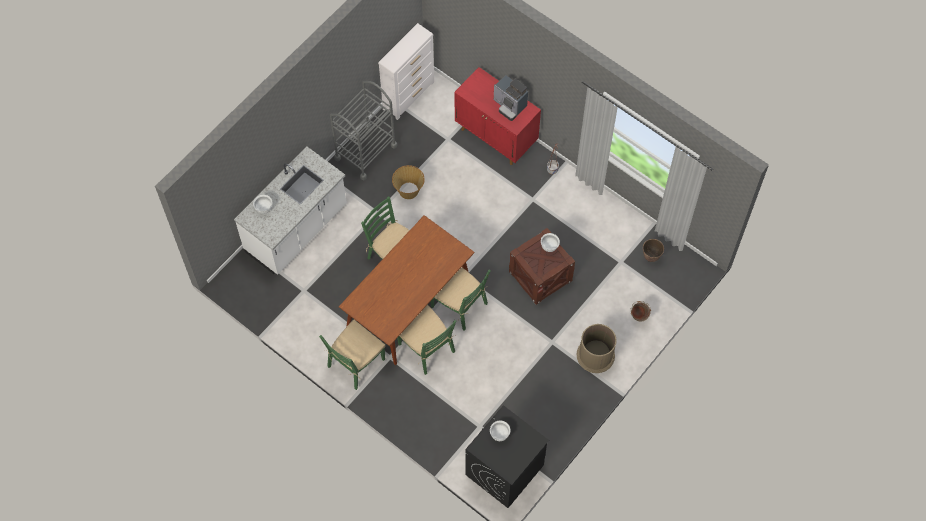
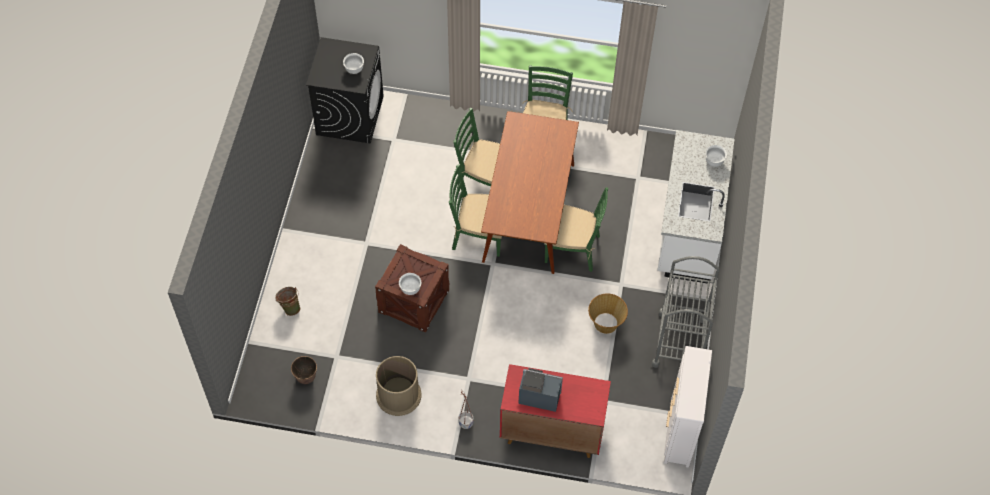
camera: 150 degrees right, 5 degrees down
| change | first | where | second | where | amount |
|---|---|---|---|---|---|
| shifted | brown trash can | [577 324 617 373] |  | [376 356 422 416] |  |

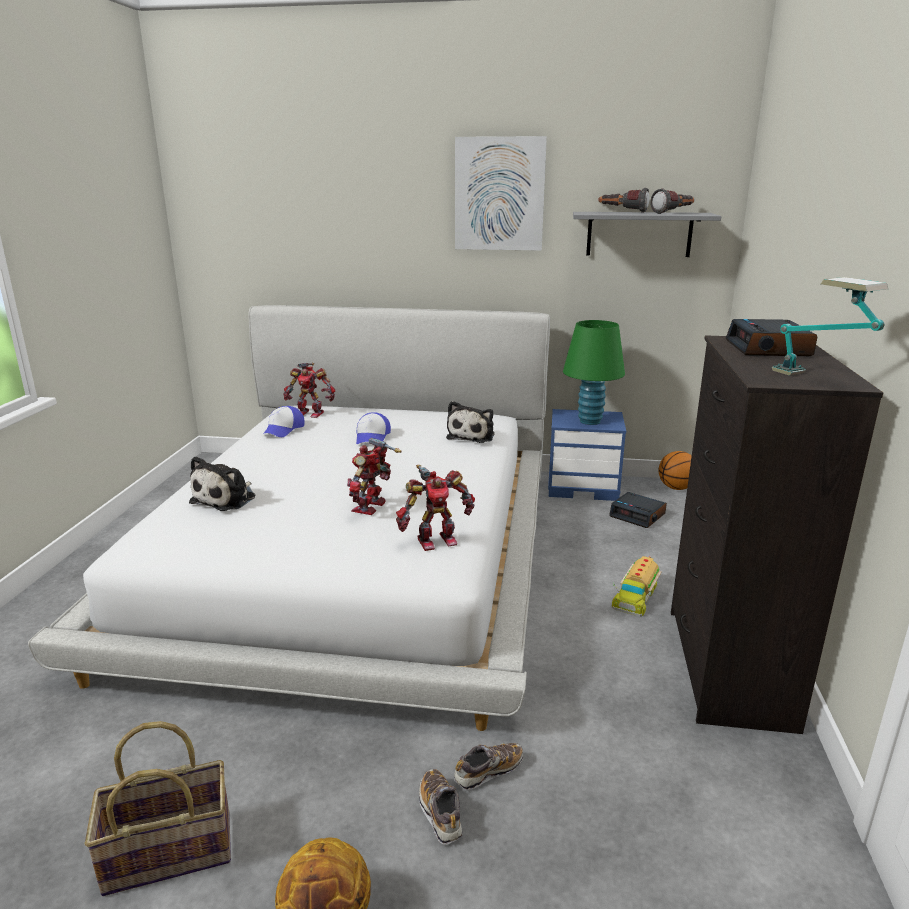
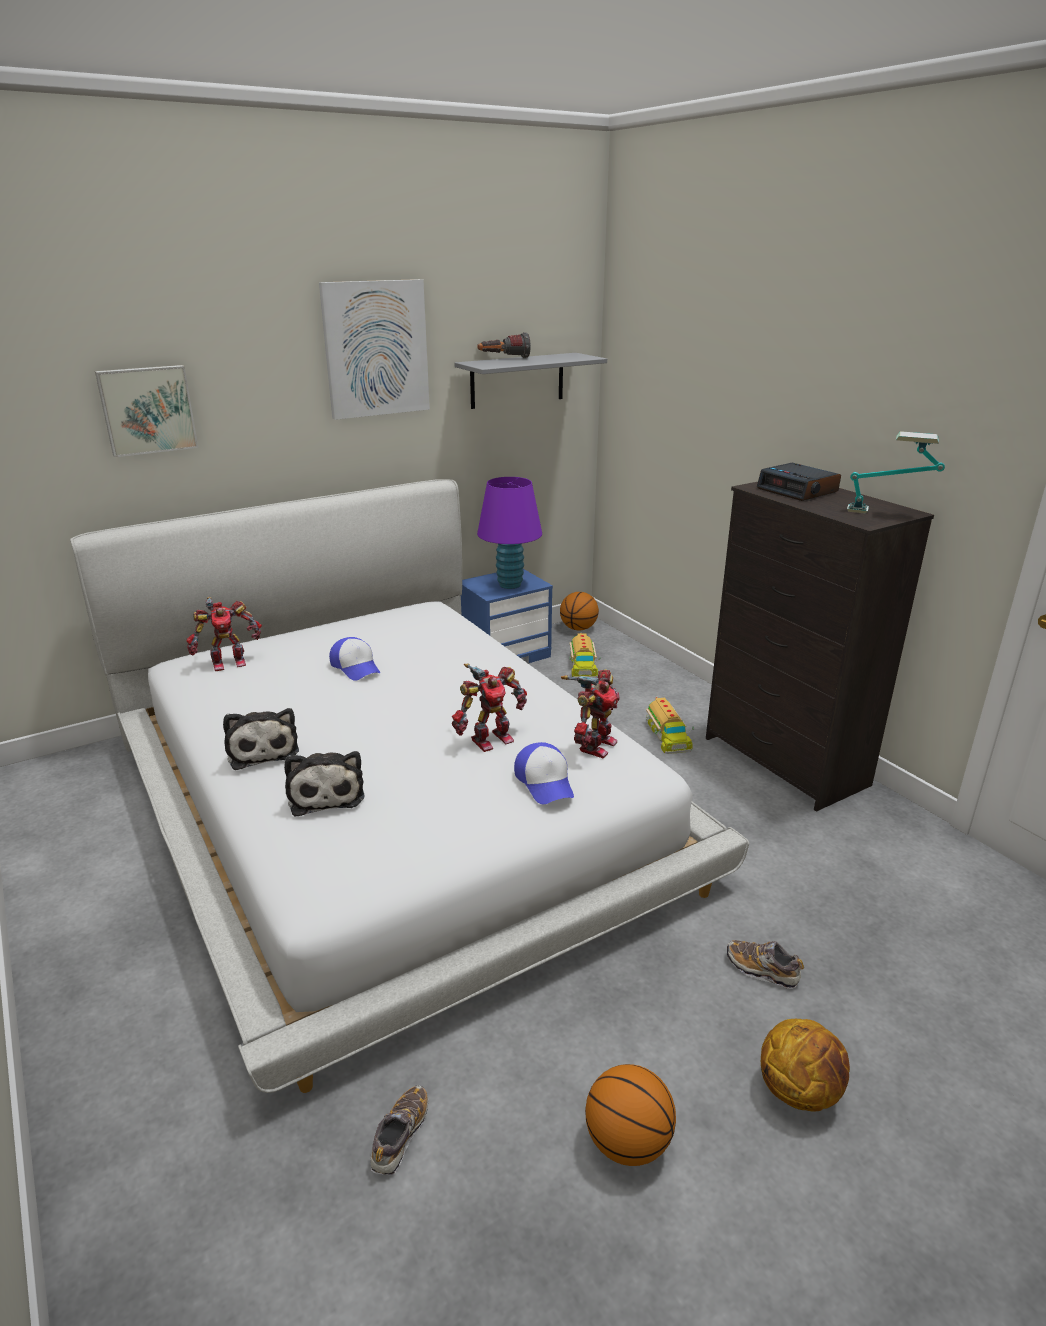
camera: 40 degrees left, 5 degrees up
| change | first | where | second | where | amount |
|---|---|---|---|---|---|
| gone | flashlight | [650 188 694 214] |  |  |  |
| new |  |  | picture | [95 365 198 457] |  |
| shifted | cap | [263 406 305 437] |  | [514 742 574 804] |  |
| shifted | plush toy | [446 401 495 443] |  | [223 708 299 770] |  |
| shifted | shoe | [454 743 523 790] |  | [371 1085 429 1175] |  |
| swapped | basket | [85 721 231 896] | basketball | [585 1064 676 1166] |  |
| swapped | alarm clock | [609 492 667 528] | toy truck | [569 633 601 678] |  |
| repainted | green table lamp | [563 320 625 425] | purple table lamp | [477 477 542 589] |  |
| rotated | toy robot | [347 438 402 515] |  | [452 664 527 752] | 105 degrees counterclockwise |

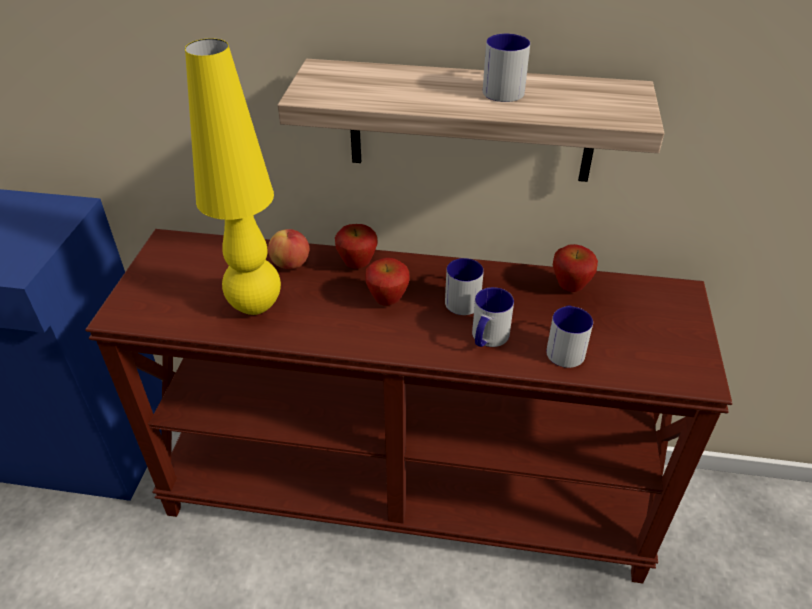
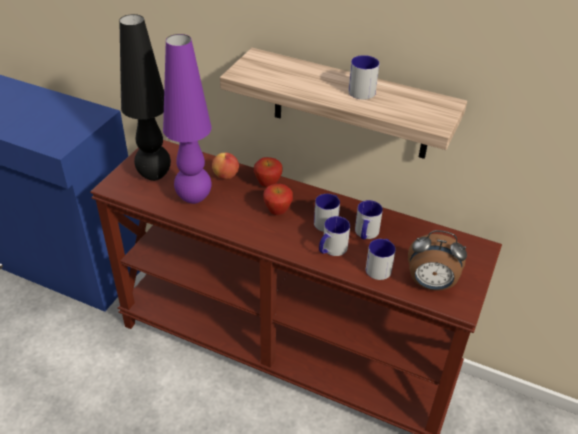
camera: 15 degrees right, 0 degrees up
| change | first | where | second | where | amount |
|---|---|---|---|---|---|
| gone | apple | [553 244 598 292] |  |  |  |
| new |  |  | black table lamp | [119 14 171 181] |  |
| new |  |  | mug | [355 200 383 239] |  |
| new |  |  | alarm clock | [408 230 467 291] |  |
| repainted | yellow table lamp | [185 38 281 315] | purple table lamp | [163 34 212 204] |  |

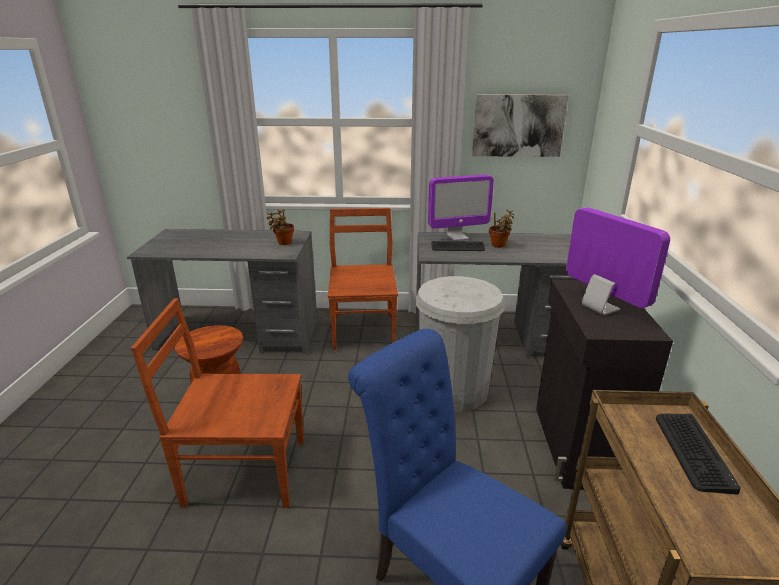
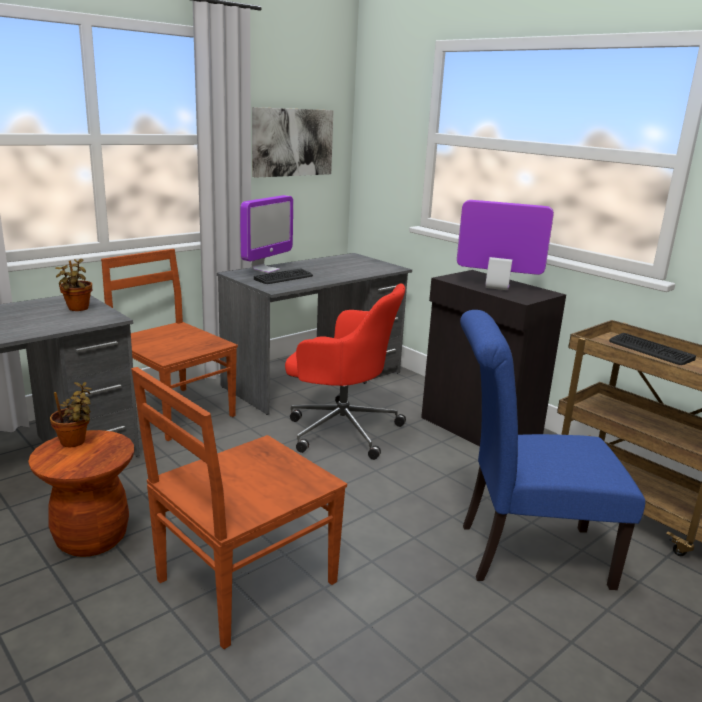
camera: 45 degrees left, 5 degrees down
| change | first | where | second | where | amount |
|---|---|---|---|---|---|
| shifted | potted plant | [489 210 514 248] |  | [50 382 92 447] |  |
| swapped | white trash can | [415 276 505 411] | red office chair | [285 283 406 460] |  |

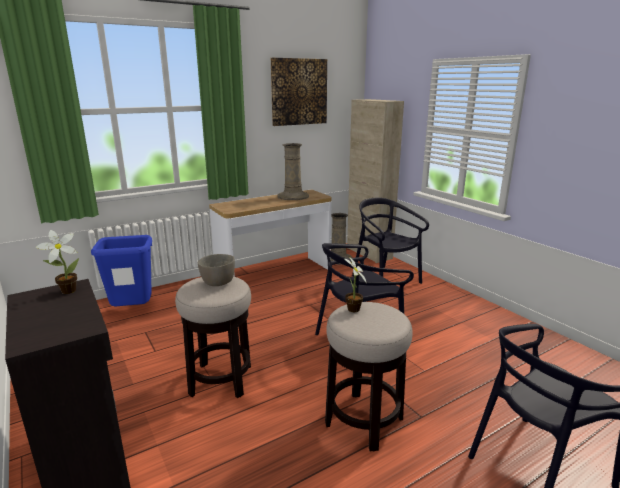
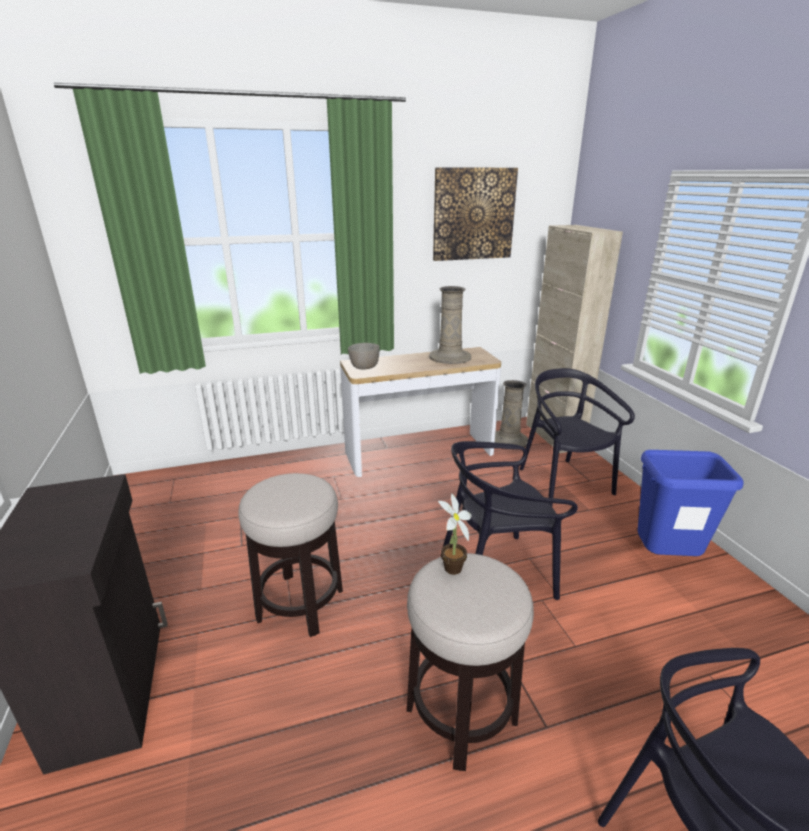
camera: 15 degrees right, 5 degrees up
| change | first | where | second | where | amount |
|---|---|---|---|---|---|
| gone | potted plant | [36 230 79 294] |  |  |  |
| shifted | blue trash can | [91 235 152 306] |  | [638 450 744 556] |  |
| shifted | grey bowl | [198 254 235 286] |  | [348 343 379 369] |  |

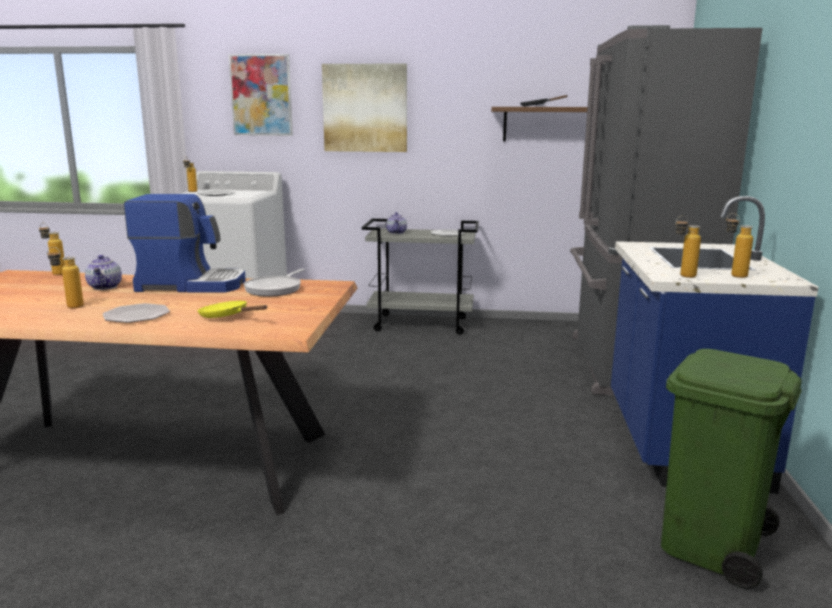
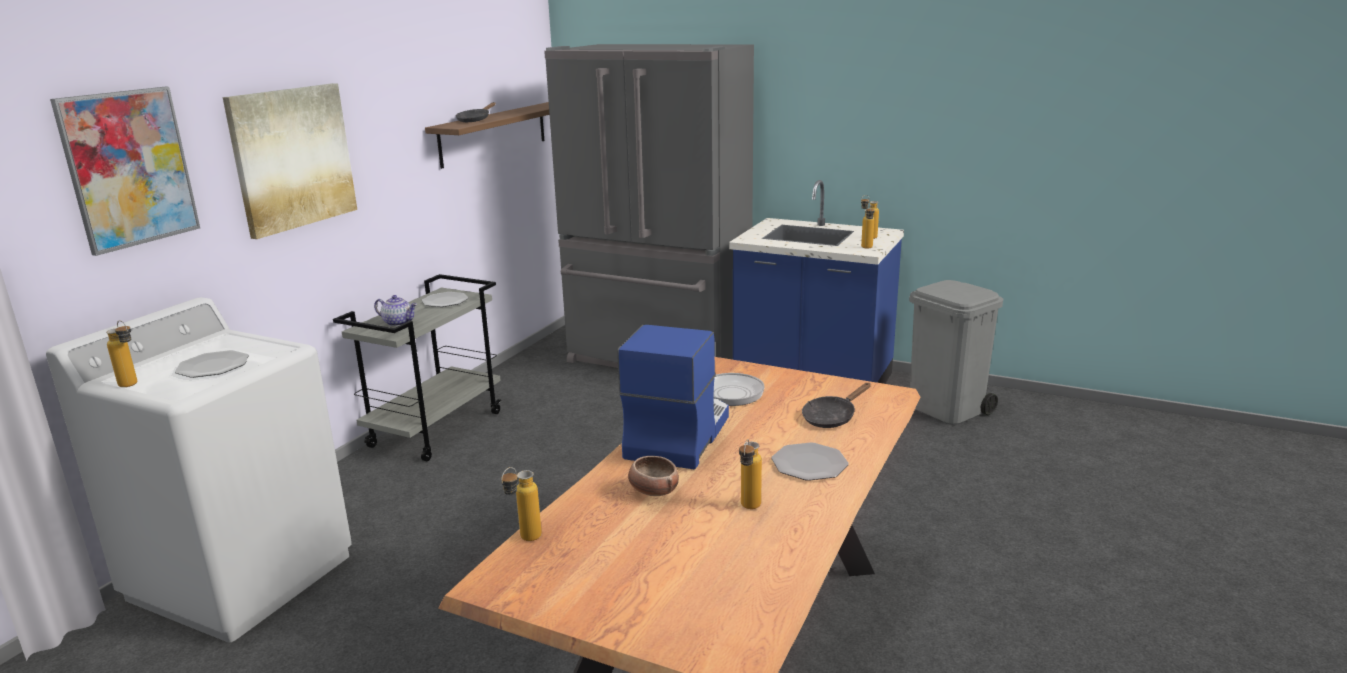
camera: 70 degrees left, 5 degrees up
| change | first | where | second | where | amount |
|---|---|---|---|---|---|
| swapped | teapot | [85 255 122 290] | bowl | [628 456 679 496] |  |
| repainted | yellow frying pan | [197 300 267 318] | black frying pan | [802 383 871 428] |  |
| repainted | green trash can | [661 349 802 589] | grey trash can | [909 280 1003 424] |  |

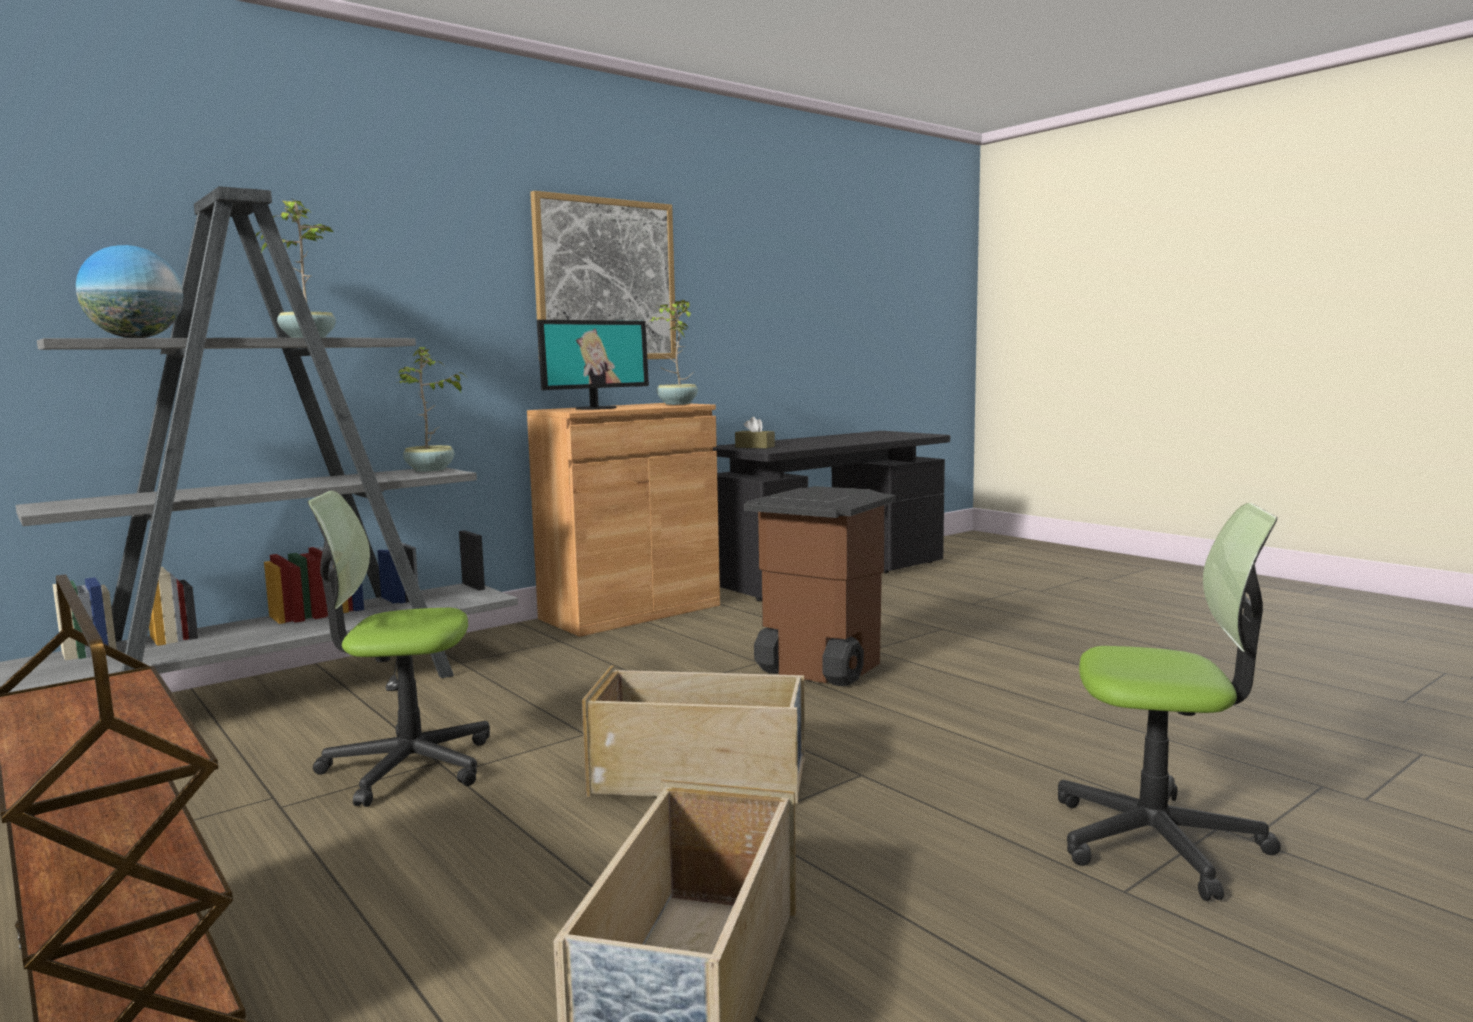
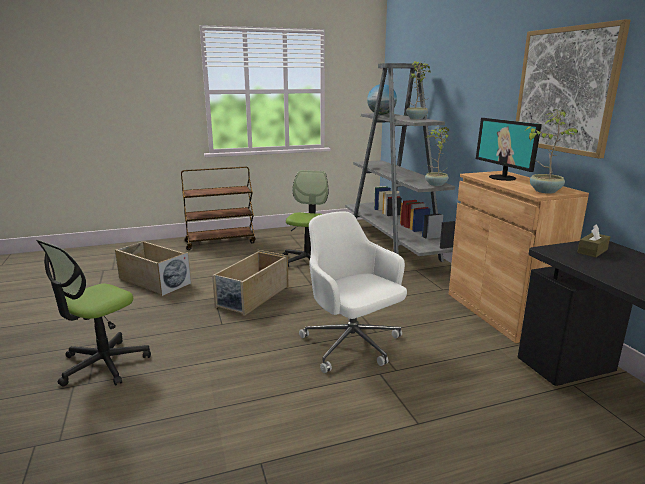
camera: 110 degrees right, 10 degrees up
| change | first | where | second | where | amount |
|---|---|---|---|---|---|
| swapped | brown trash can | [745 486 896 686] | white office chair | [299 212 407 373] |  |

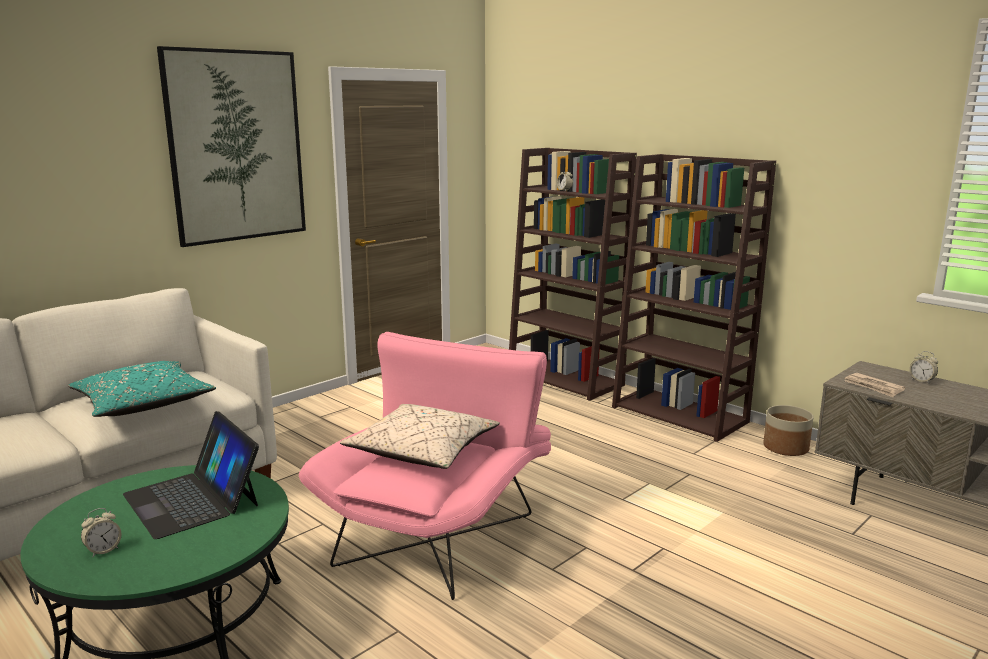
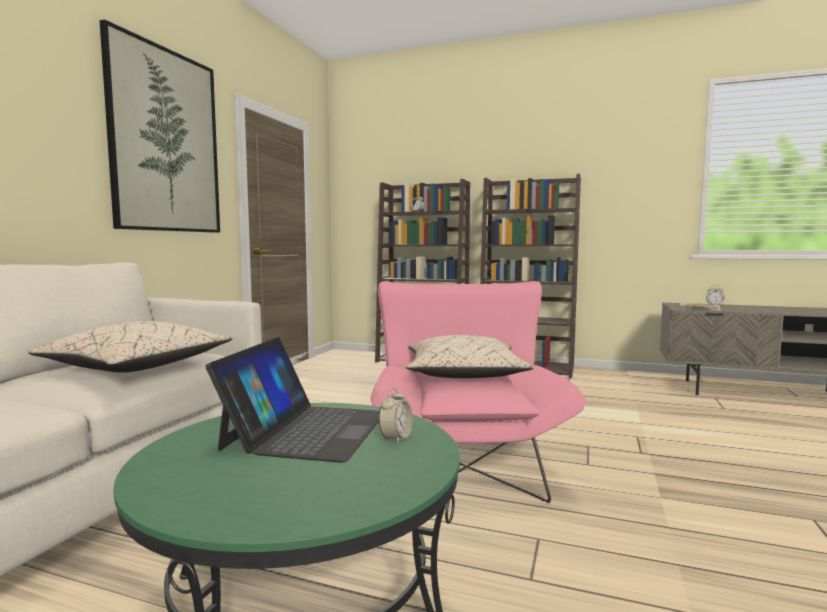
camera: 25 degrees left, 10 degrees down
| change | first | where | second | where | amount |
|---|---|---|---|---|---|
| gone | planter | [763 405 813 456] |  |  |  |
| shifted | alarm clock | [81 508 122 557] |  | [379 387 413 444] |  |
| repainted | turquoise pillow | [68 361 216 417] | beige pillow | [28 321 232 373] |  |
| rotated | laptop | [123 411 259 539] |  | [205 337 379 463] | 105 degrees counterclockwise |

